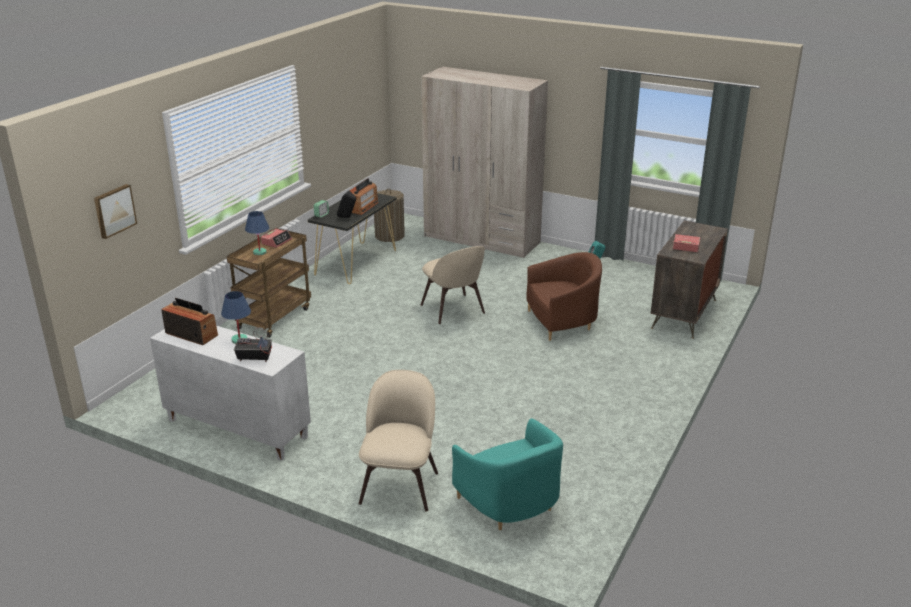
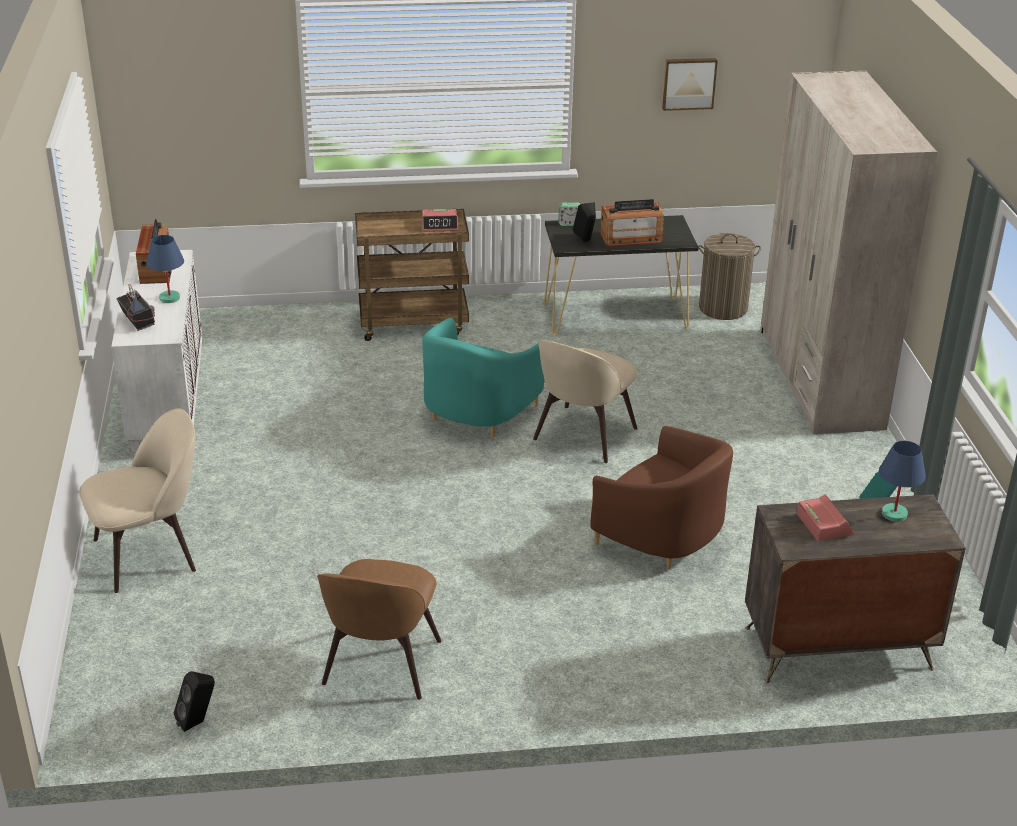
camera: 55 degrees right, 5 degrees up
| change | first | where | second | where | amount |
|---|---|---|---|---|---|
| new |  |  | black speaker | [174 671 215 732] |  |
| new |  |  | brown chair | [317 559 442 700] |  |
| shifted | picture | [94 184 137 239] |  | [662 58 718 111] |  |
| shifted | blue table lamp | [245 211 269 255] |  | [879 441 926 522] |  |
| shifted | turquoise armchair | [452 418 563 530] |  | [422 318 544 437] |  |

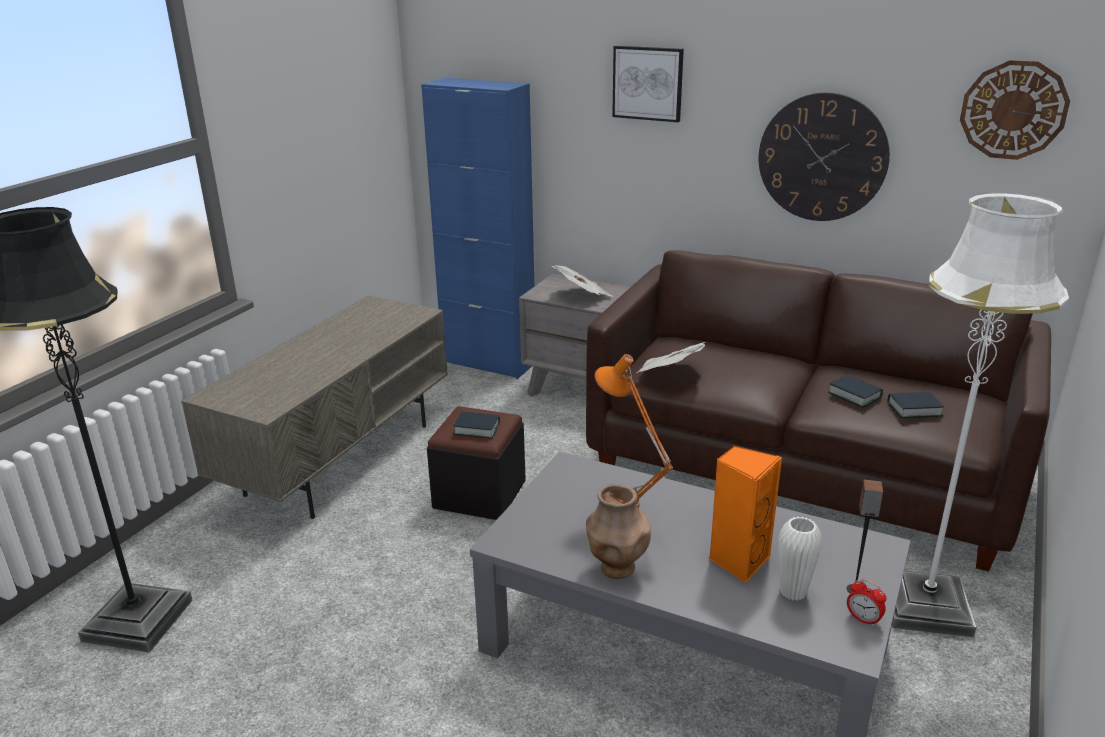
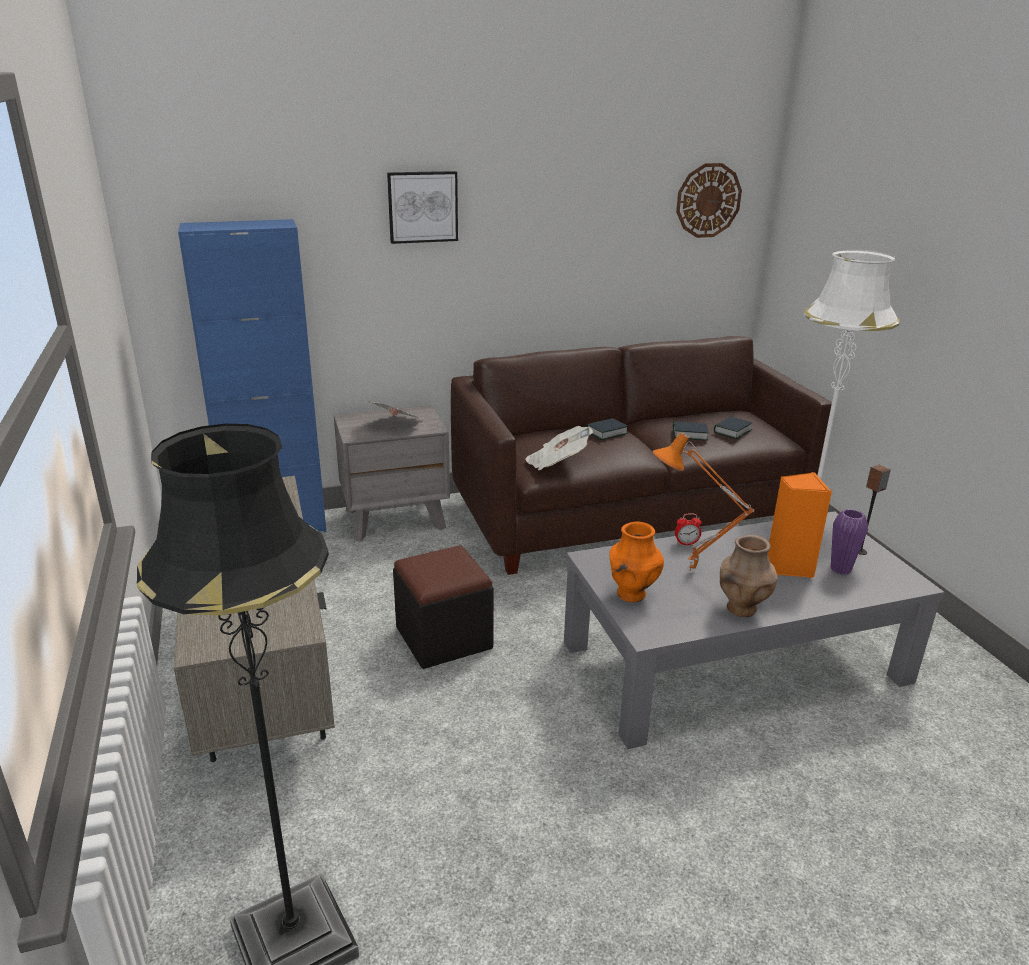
camera: 45 degrees left, 0 degrees up
| change | first | where | second | where | amount |
|---|---|---|---|---|---|
| gone | wall clock | [759 92 890 221] |  |  |  |
| new |  |  | orange vase | [609 522 664 602] |  |
| shifted | book | [453 412 500 439] |  | [586 418 628 440] |  |
| shifted | alarm clock | [847 579 886 627] |  | [675 513 702 545] |  |
| repainted | white vase | [778 517 823 601] | purple vase | [831 509 868 575] |  |

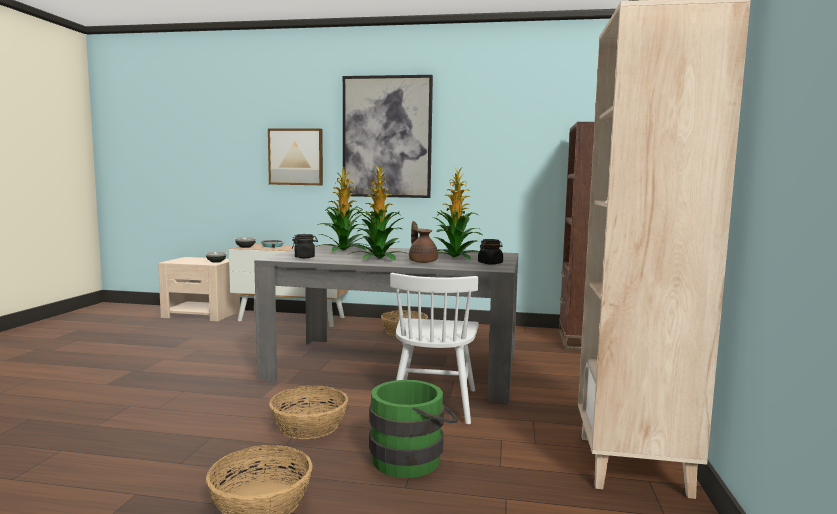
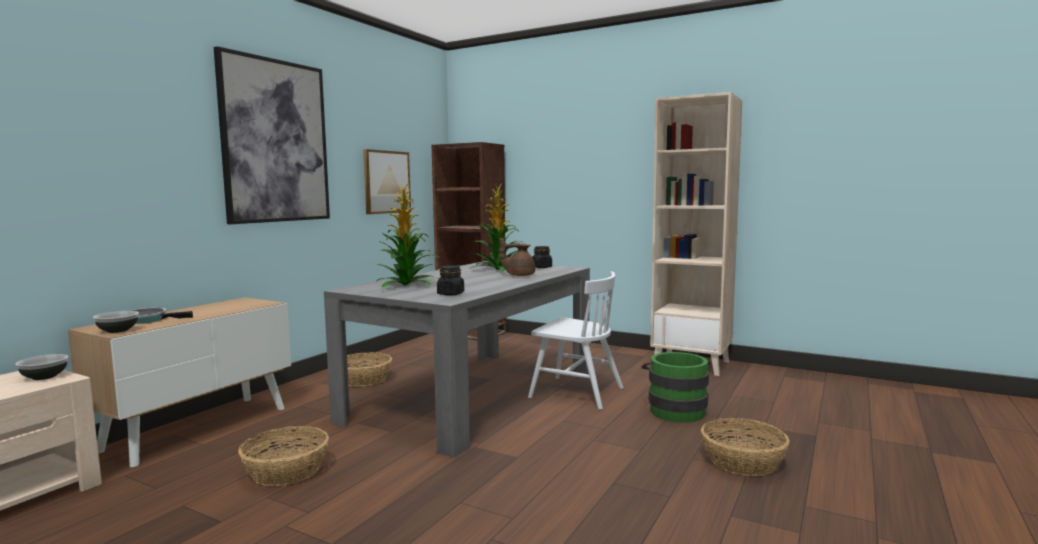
camera: 70 degrees left, 0 degrees up
| change | first | where | second | where | amount |
|---|---|---|---|---|---|
| gone | potted plant | [349 166 408 260] |  |  |  |
| shifted | picture | [268 129 323 185] |  | [363 149 411 214] |  |
| shifted | basket | [269 386 348 439] |  | [238 426 329 486] |  |

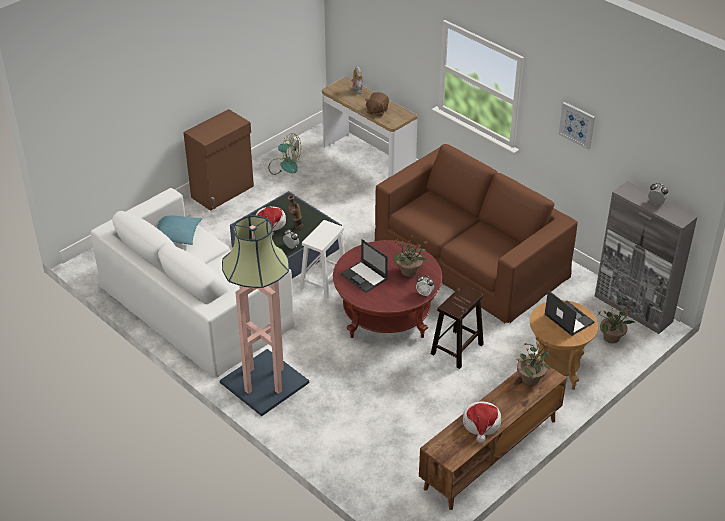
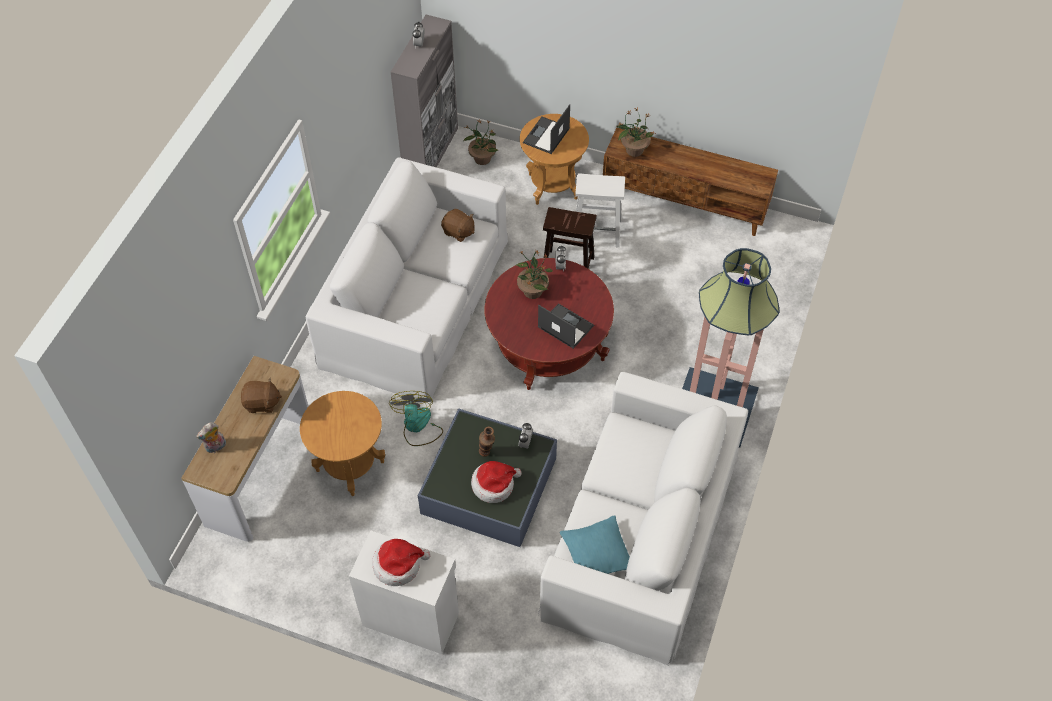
camera: 115 degrees left, 15 degrees up
| change | first | where | second | where | amount |
|---|---|---|---|---|---|
| gone | picture | [559 102 595 150] |  |  |  |
| new |  |  | brown side table | [300 391 385 496] |  |
| new |  |  | brown plush toy | [441 209 475 242] |  |
| shifted | fan | [268 133 301 175] |  | [389 391 443 446] |  |
| shifted | white stool | [300 220 345 300] |  | [573 173 625 247] |  |
| shifted | hat | [463 401 501 443] |  | [372 539 431 586] |  |
| repainted | brown cabinet | [183 109 254 211] | white cabinet | [349 531 459 654] |  |
| repainted | brown sofa | [375 144 578 323] | white sofa | [306 157 508 403] |  |
| rotated | laptop | [341 239 388 293] |  | [538 303 594 349] | 75 degrees counterclockwise |

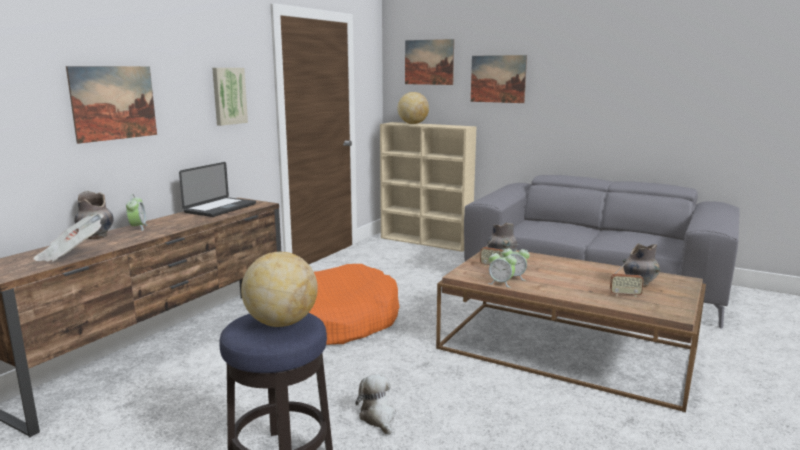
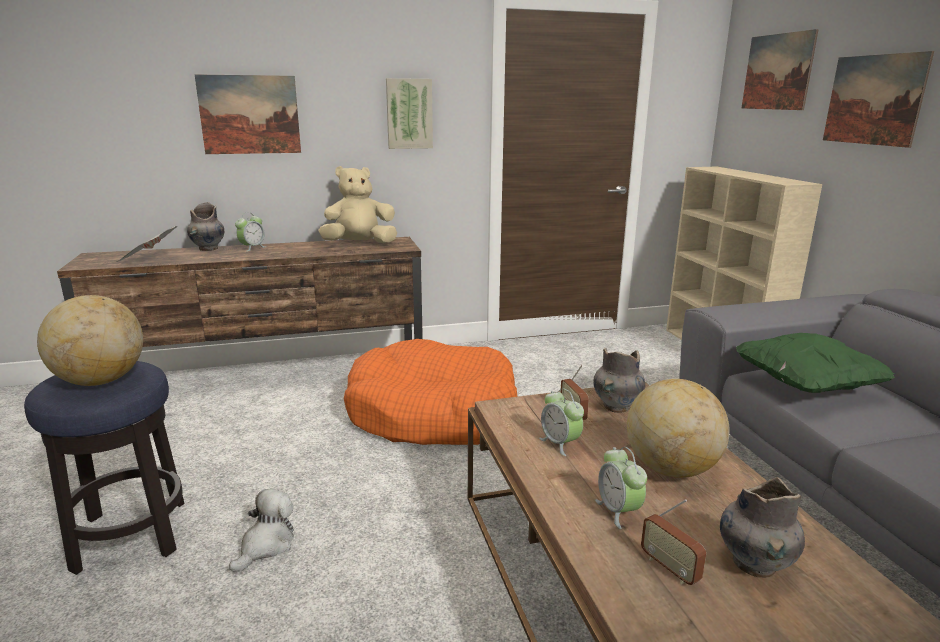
camera: 45 degrees right, 5 degrees up
| change | first | where | second | where | amount |
|---|---|---|---|---|---|
| new |  |  | green pillow | [736 333 895 393] |  |
| shifted | globe | [398 92 429 124] |  | [627 379 730 478] |  |
| shifted | alarm clock | [488 250 517 288] |  | [595 447 647 529] |  |
| swapped | laptop | [179 162 256 217] | beige plush toy | [319 166 397 243] |  |

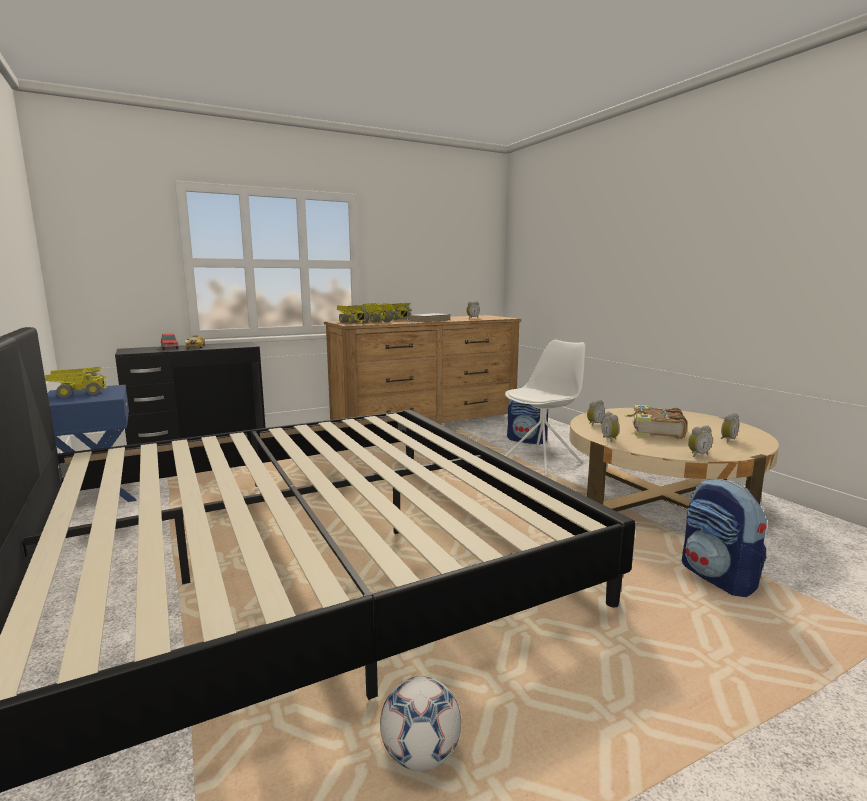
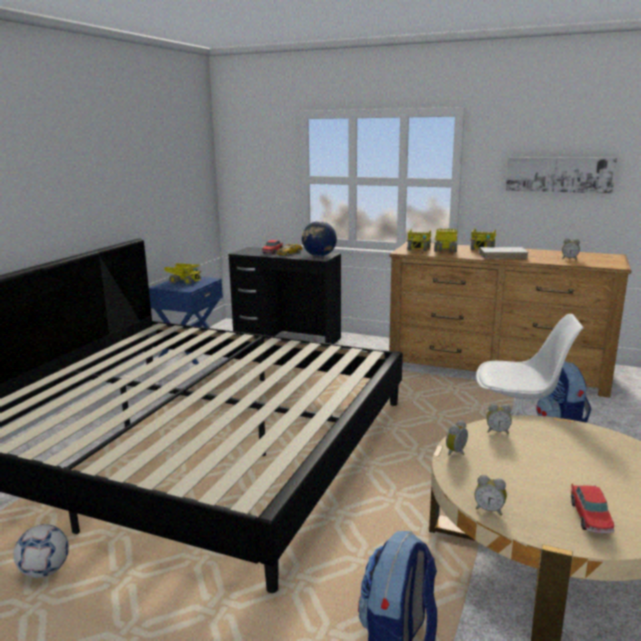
camera: 50 degrees right, 5 degrees up
| change | first | where | second | where | amount |
|---|---|---|---|---|---|
| gone | book | [624 405 687 439] |  |  |  |
| new |  |  | globe | [302 221 337 256] |  |
| new |  |  | picture | [506 157 617 193] |  |
| swapped | alarm clock | [721 413 739 443] | toy car | [571 483 615 533] |  |

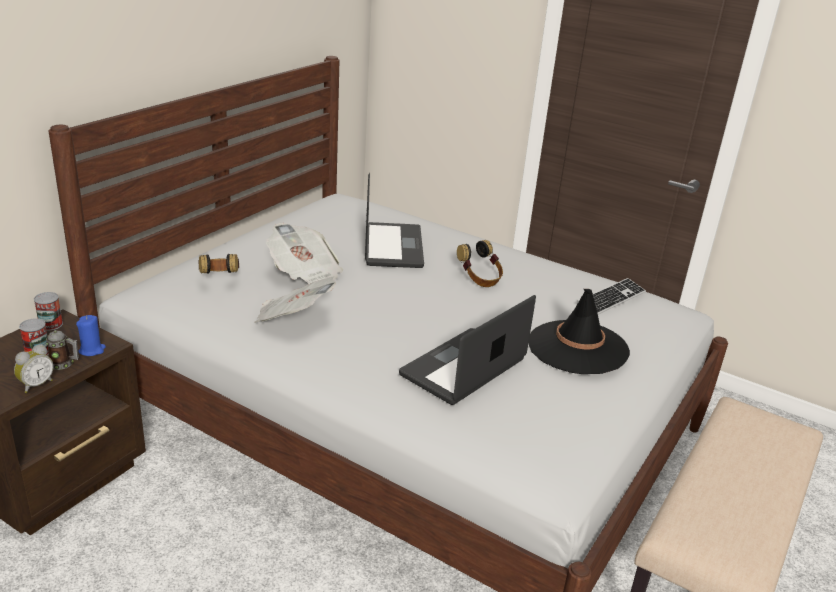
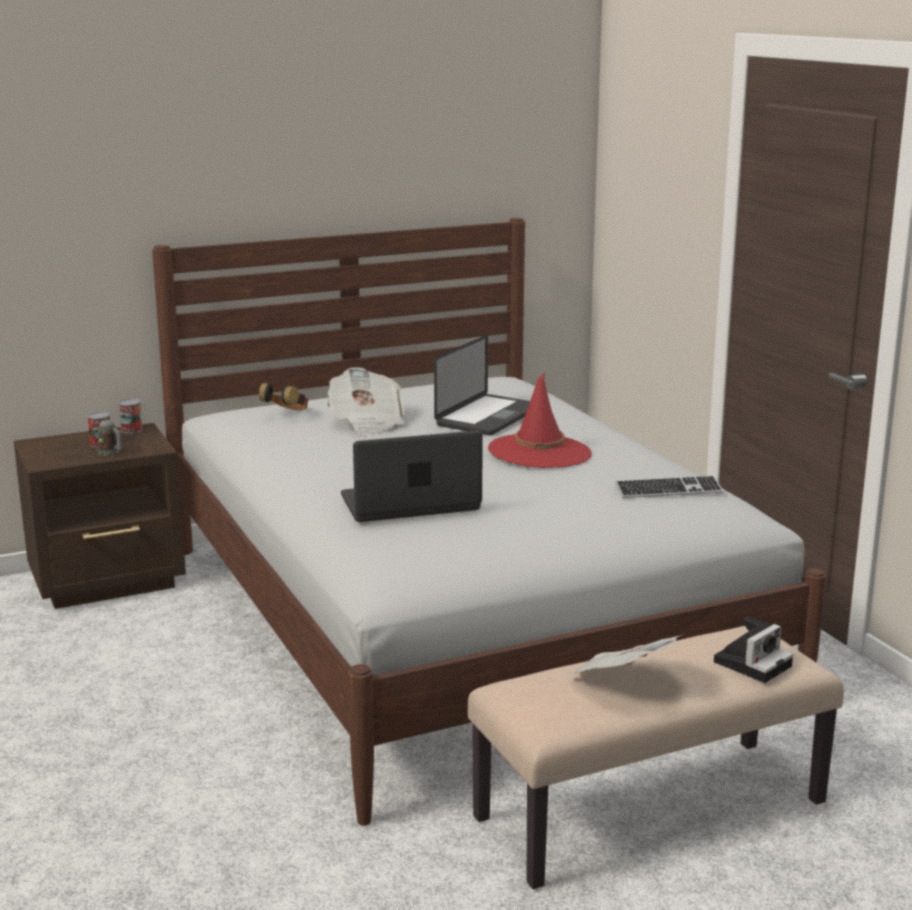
camera: 35 degrees right, 10 degrees down
| change | first | where | second | where | amount |
|---|---|---|---|---|---|
| gone | alarm clock | [14 344 54 393] |  |  |  |
| gone | blue candle | [76 315 106 356] |  |  |  |
| gone | black hat | [529 289 630 374] |  |  |  |
| new |  |  | photo camera | [714 617 793 683] |  |
| shifted | newspaper | [255 277 336 323] |  | [568 635 682 674] |  |
| swapped | headphones | [457 240 503 287] | red hat | [488 373 592 468] |  |

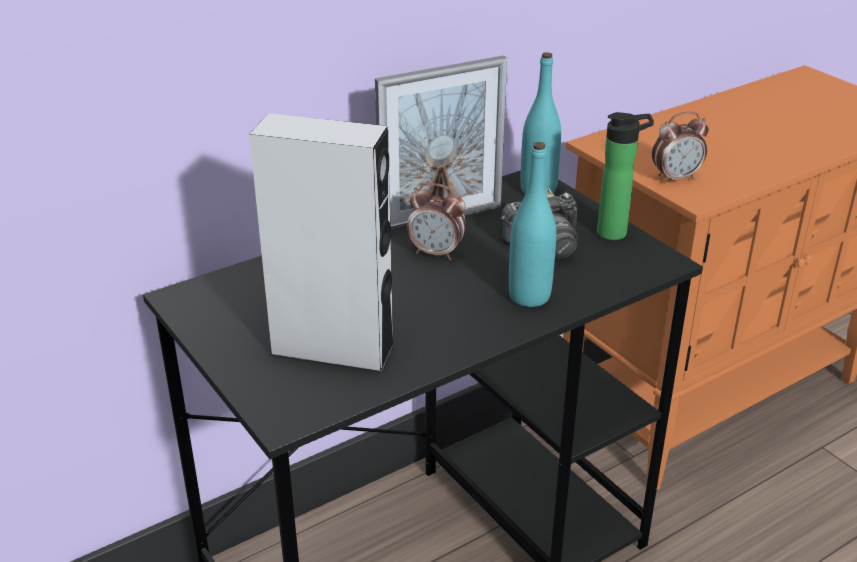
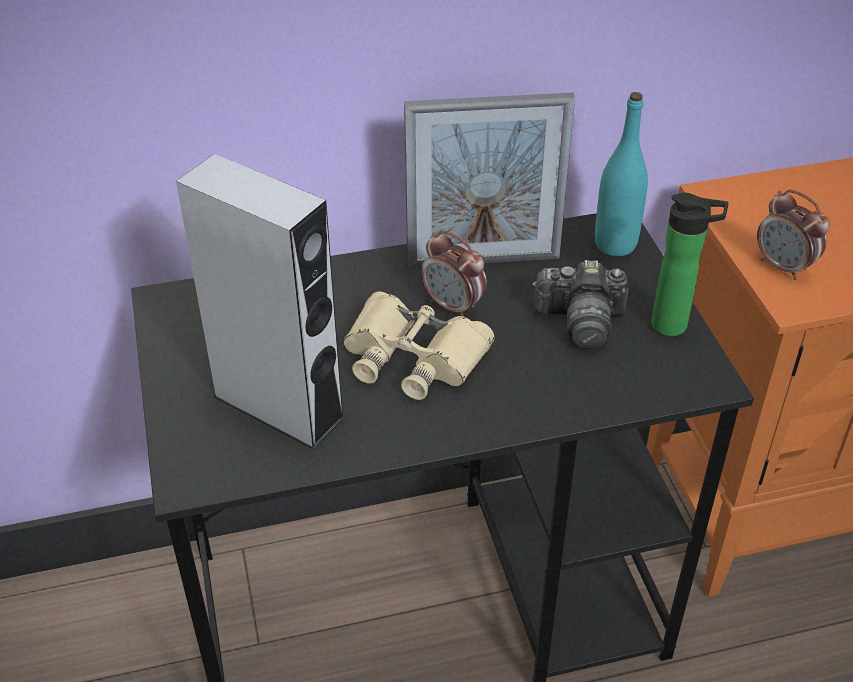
camera: 20 degrees right, 10 degrees up
| change | first | where | second | where | amount |
|---|---|---|---|---|---|
| gone | turquoise bottle | [509 142 556 307] |  |  |  |
| new |  |  | beige binoculars | [343 292 495 400] |  |
| rotated | alarm clock | [652 112 709 184] |  | [757 189 830 280] | 45 degrees clockwise |

